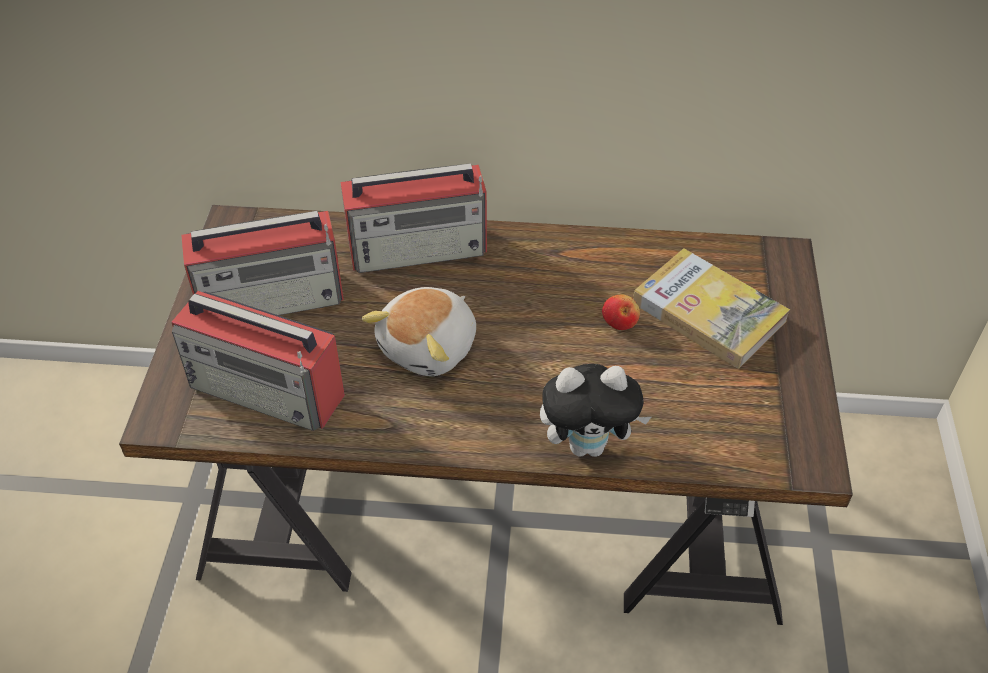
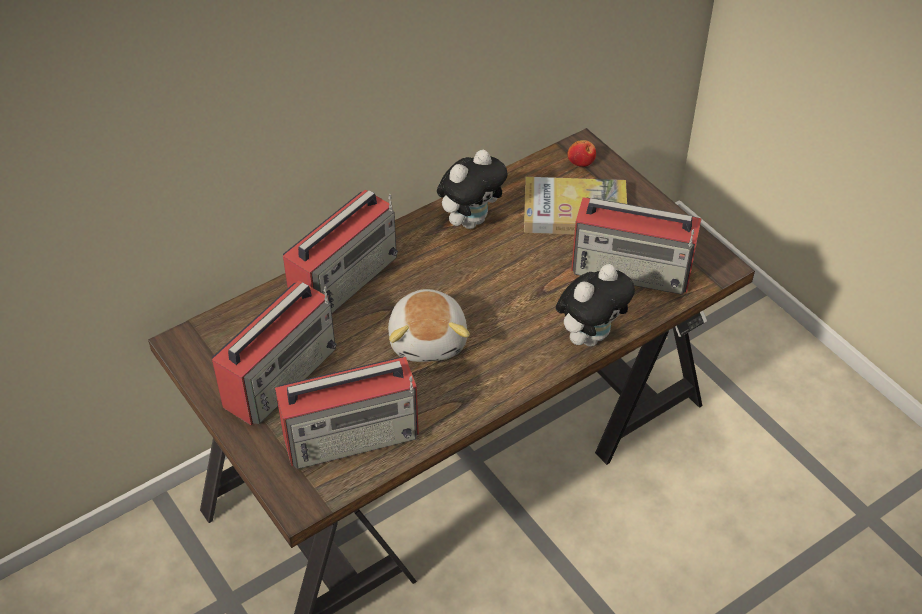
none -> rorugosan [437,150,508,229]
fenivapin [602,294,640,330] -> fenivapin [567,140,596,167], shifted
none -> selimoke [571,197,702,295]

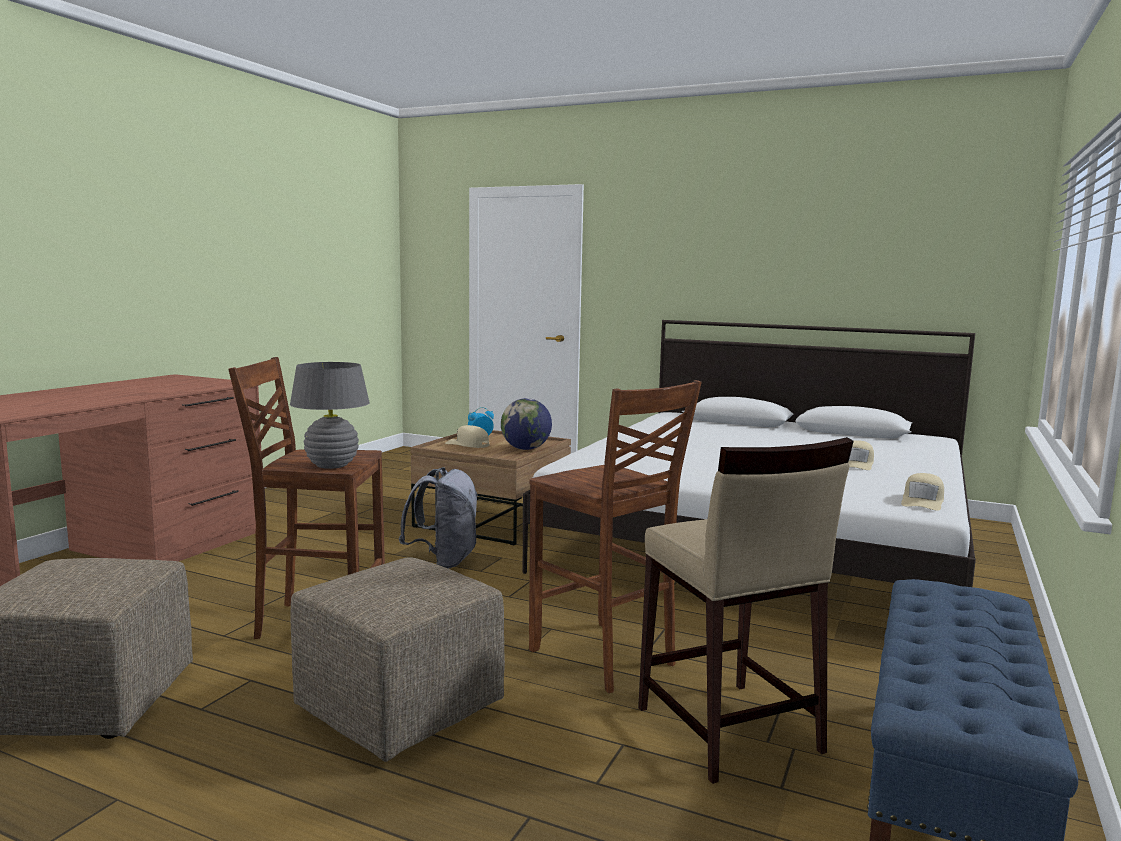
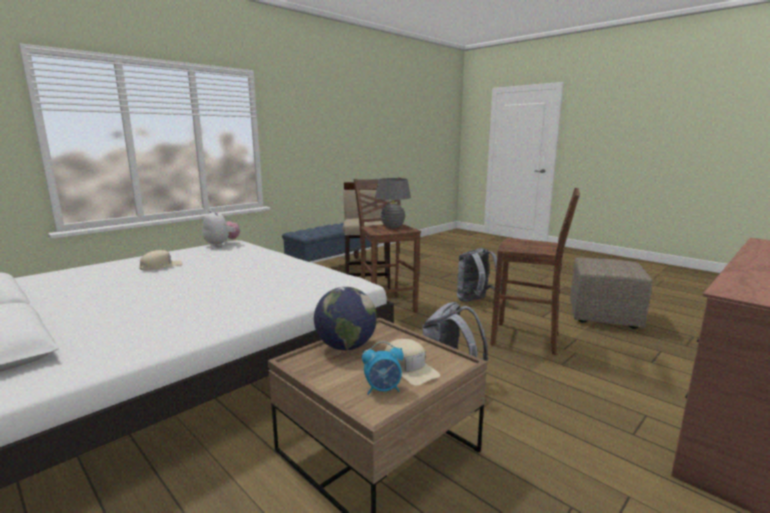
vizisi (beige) [901,473,944,511] -> rorugosan [203,210,240,247]
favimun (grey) [290,362,370,469] -> favimun (grey) [375,178,411,228], shifted
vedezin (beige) [290,557,505,762] -> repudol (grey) [457,248,502,302]

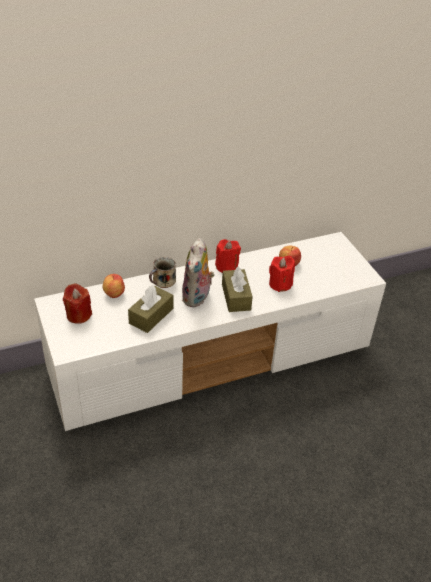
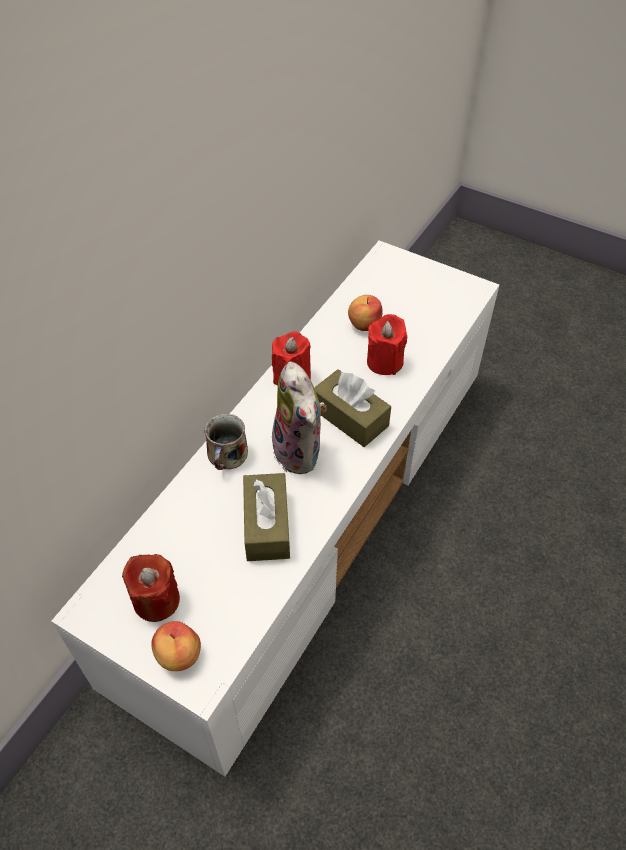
fenivapin [103,274,125,298] -> fenivapin [151,621,201,671], shifted

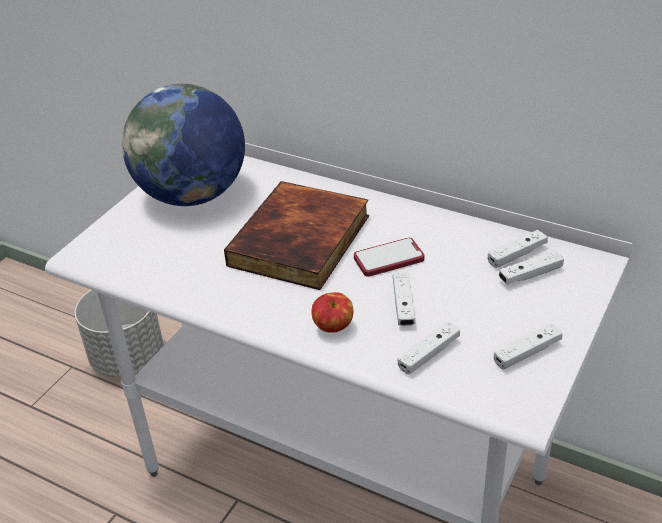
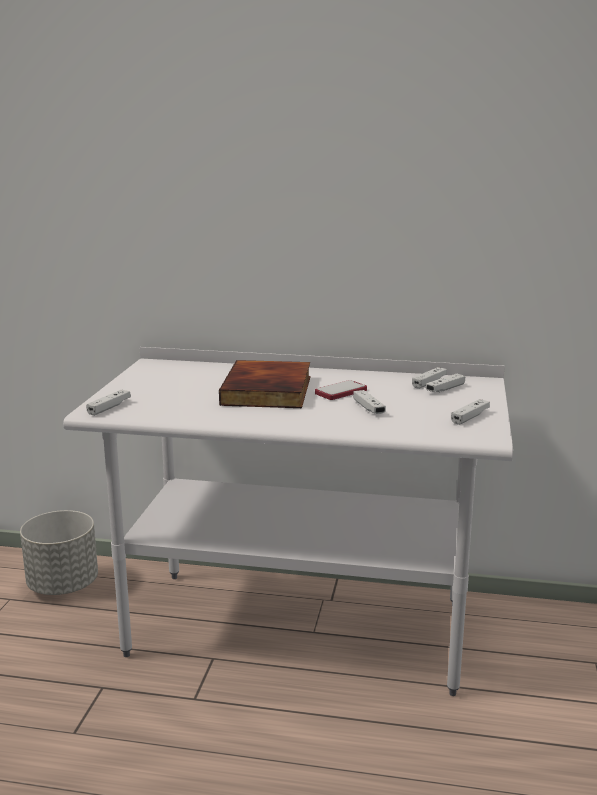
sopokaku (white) [398,322,460,375] -> sopokaku (white) [86,390,131,416], shifted
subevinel [122,84,245,206] -> none
fenivapin [311,292,354,333] -> none

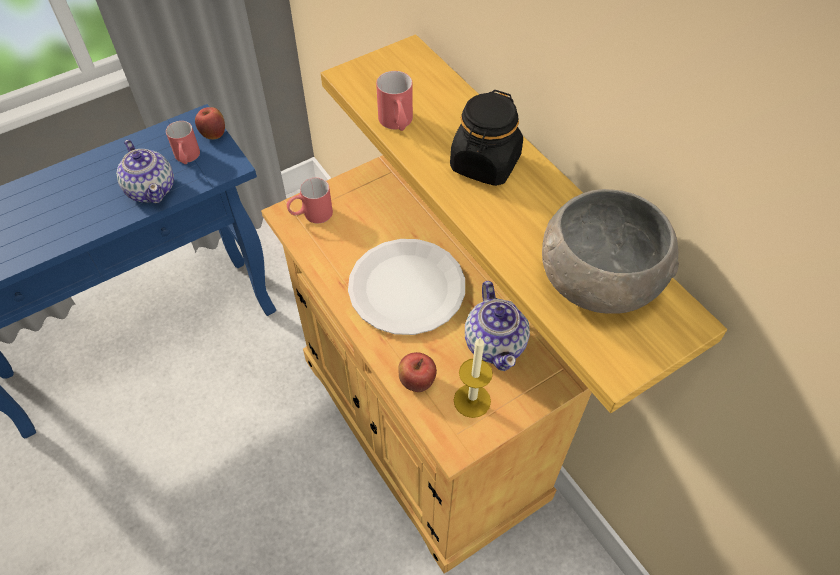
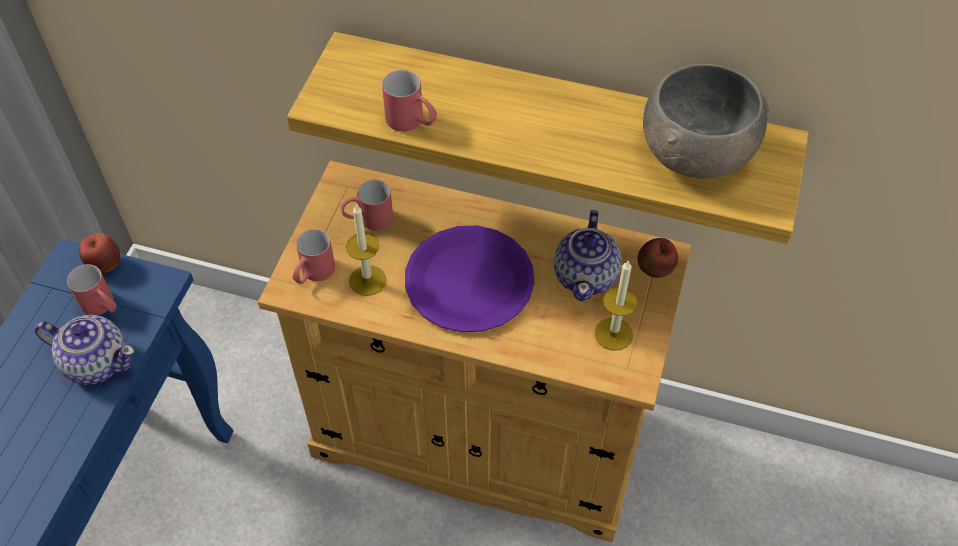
none -> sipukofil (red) [341,179,393,231]
none -> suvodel [346,204,386,296]
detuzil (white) [348,239,465,335] -> detuzil (purple) [405,226,534,332]
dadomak [465,281,530,371] -> dadomak [554,210,622,301], 60 degrees clockwise
fenivapin [398,352,437,392] -> fenivapin [638,238,678,278], shifted
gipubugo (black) [450,90,523,186] -> none

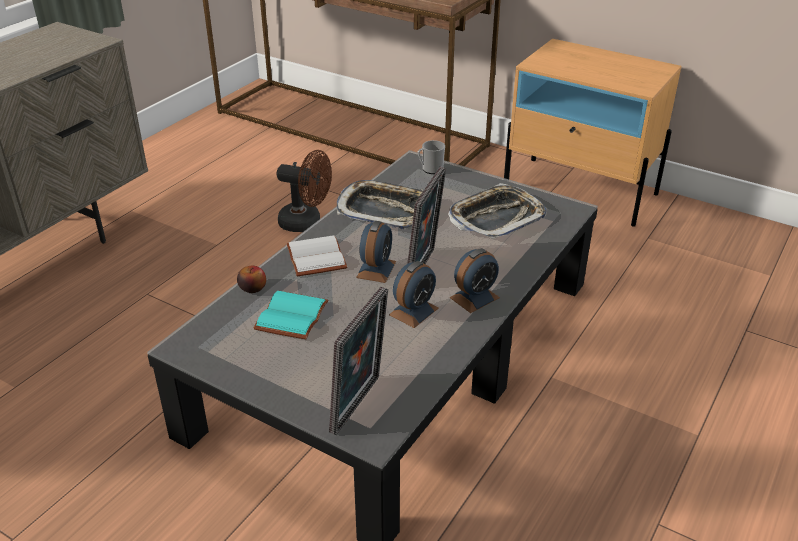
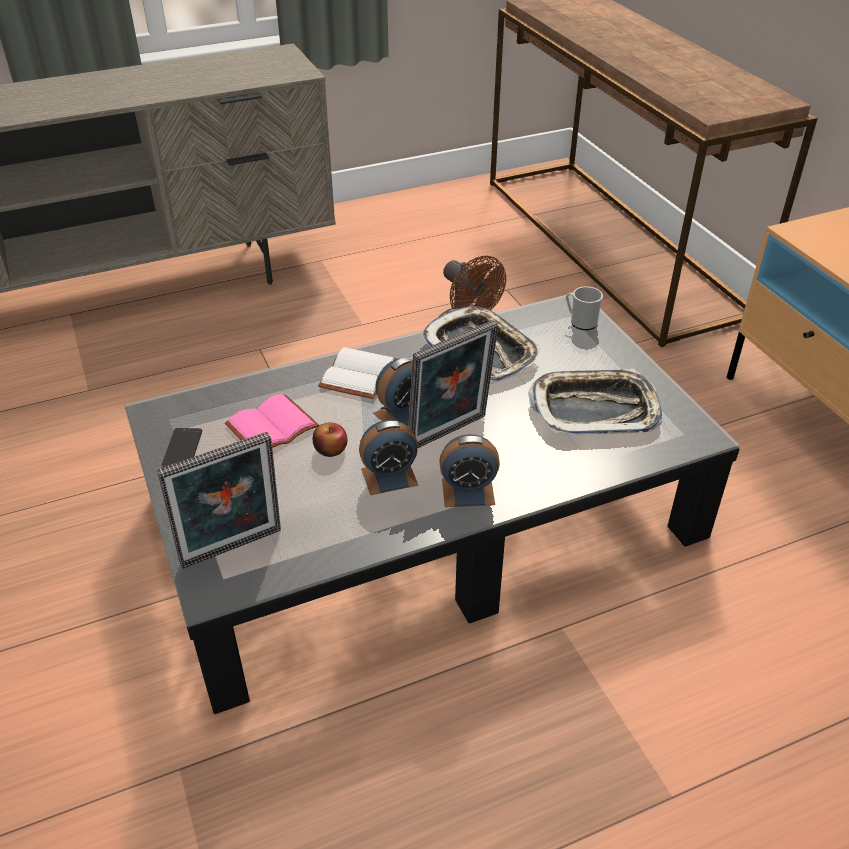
none -> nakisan [161,428,202,468]
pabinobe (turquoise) [253,291,329,339] -> pabinobe (pink) [225,394,319,448]
fenivapin [237,266,266,293] -> fenivapin [313,423,347,457], shifted

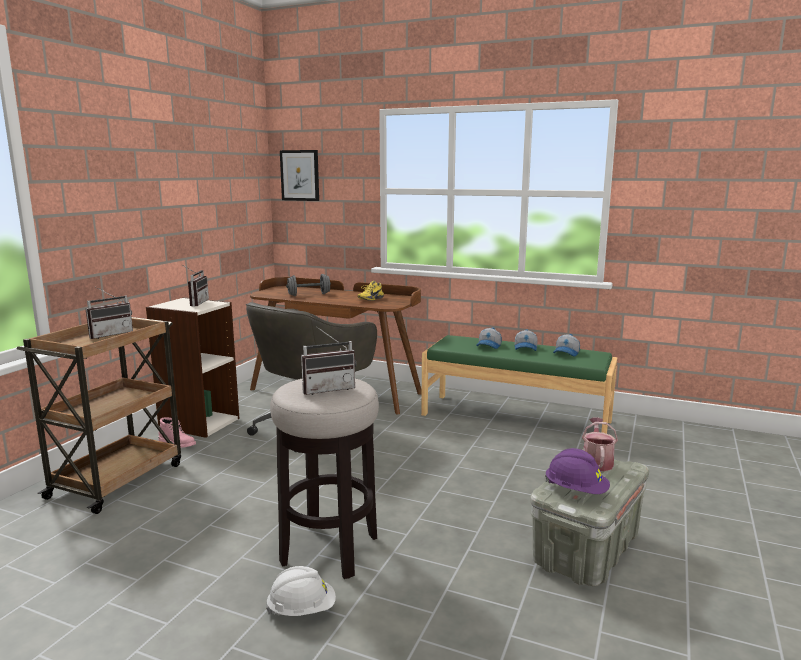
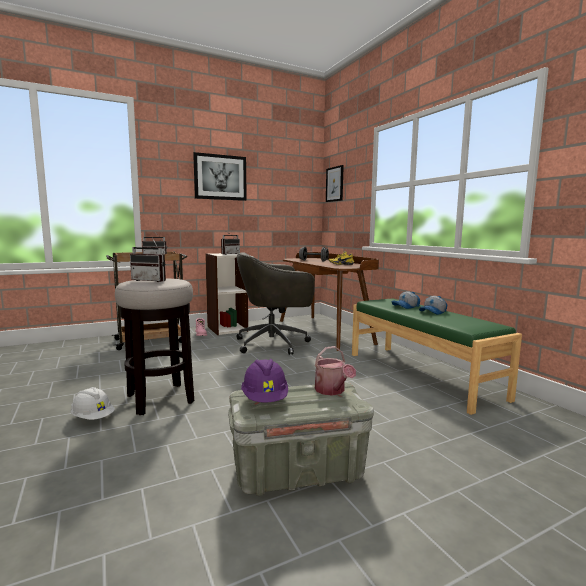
none -> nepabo [193,152,247,201]
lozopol [582,417,618,471] -> lozopol [315,346,356,396], 105 degrees clockwise
vizisi [553,334,580,357] -> none

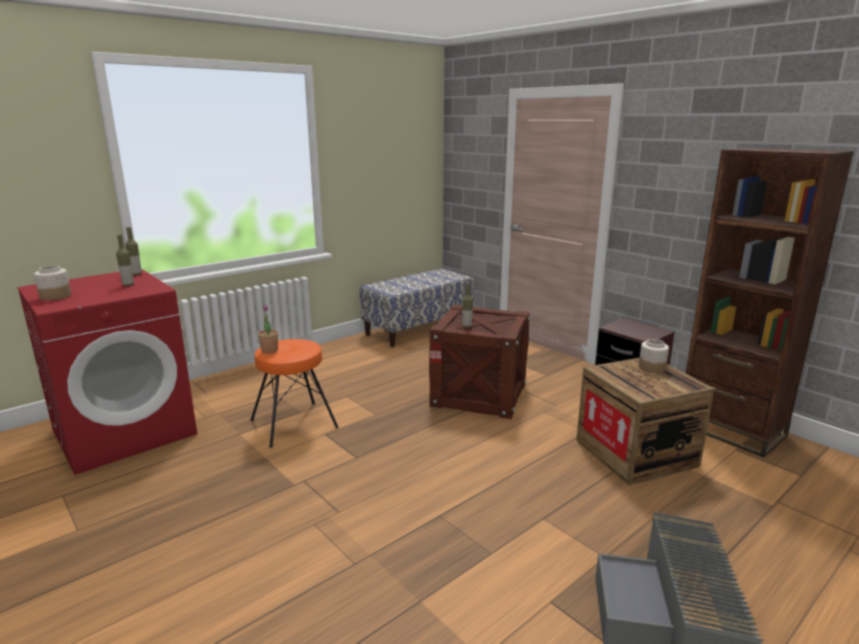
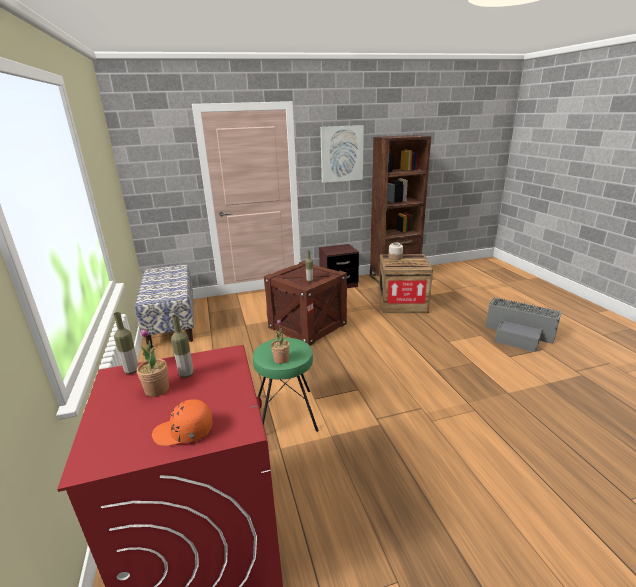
none -> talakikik [137,328,169,397]
gipubugo [34,266,71,301] -> vizisi (orange) [152,399,213,446]
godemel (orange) [250,339,339,448] -> godemel (green) [253,338,319,432]
none -> nepabo [320,125,364,183]

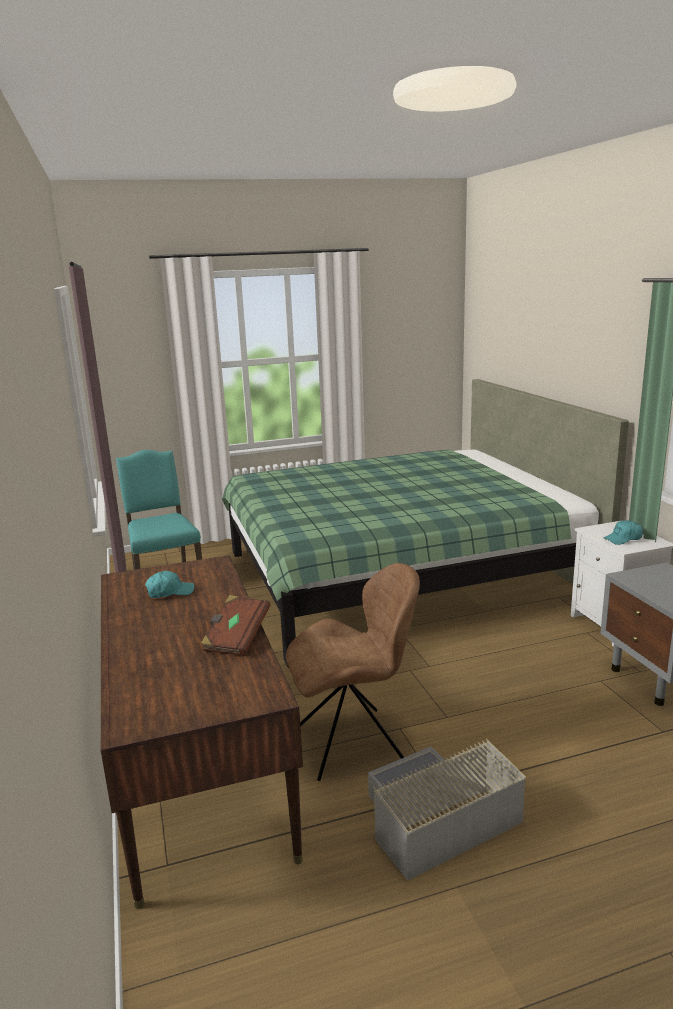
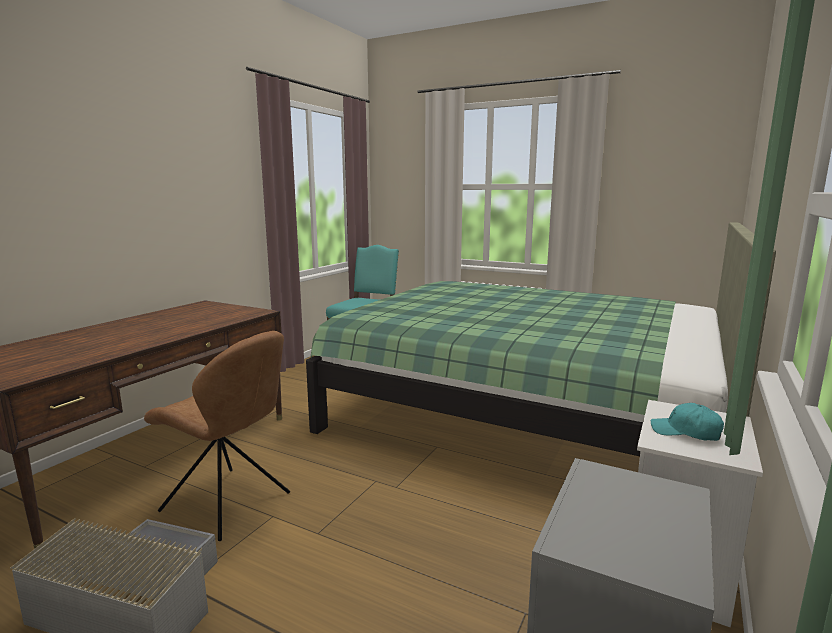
vizisi (turquoise) [145,571,194,598] -> none
pabinobe (brown) [201,595,270,656] -> none

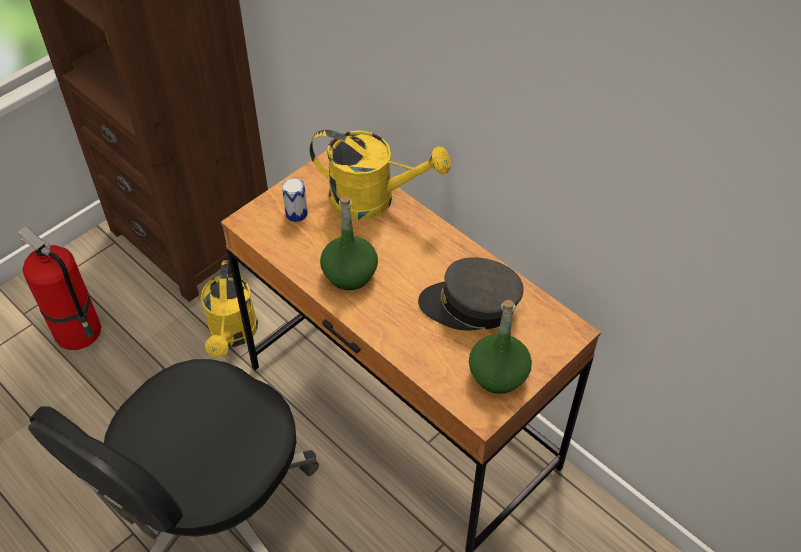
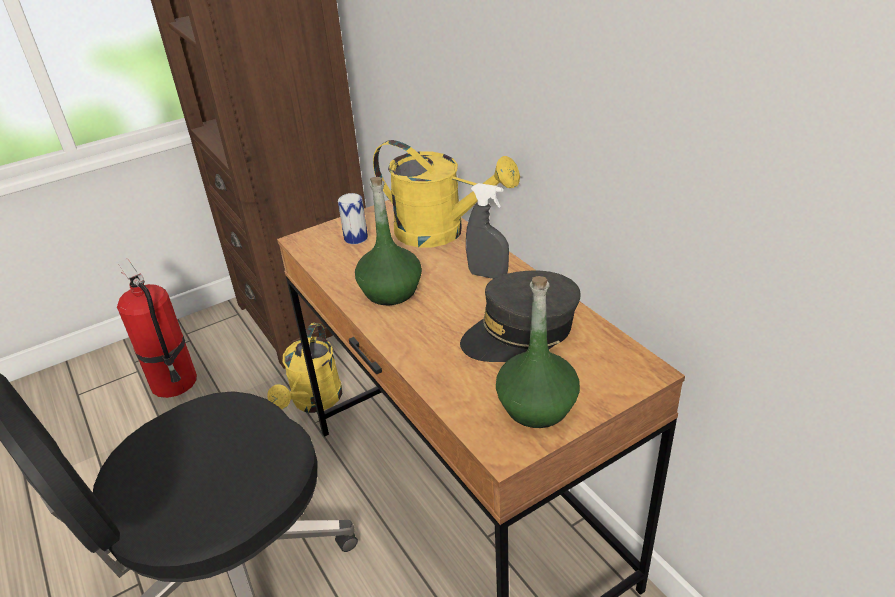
vizisi (grey) [418,257,524,330] -> vizisi (grey) [460,271,581,362], 45 degrees counterclockwise
none -> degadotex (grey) [466,183,509,279]

